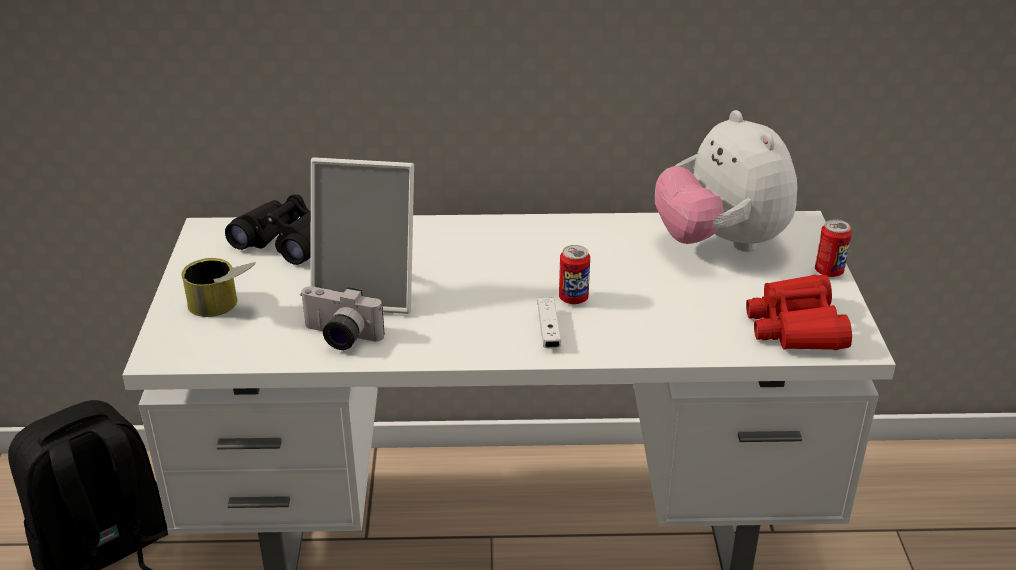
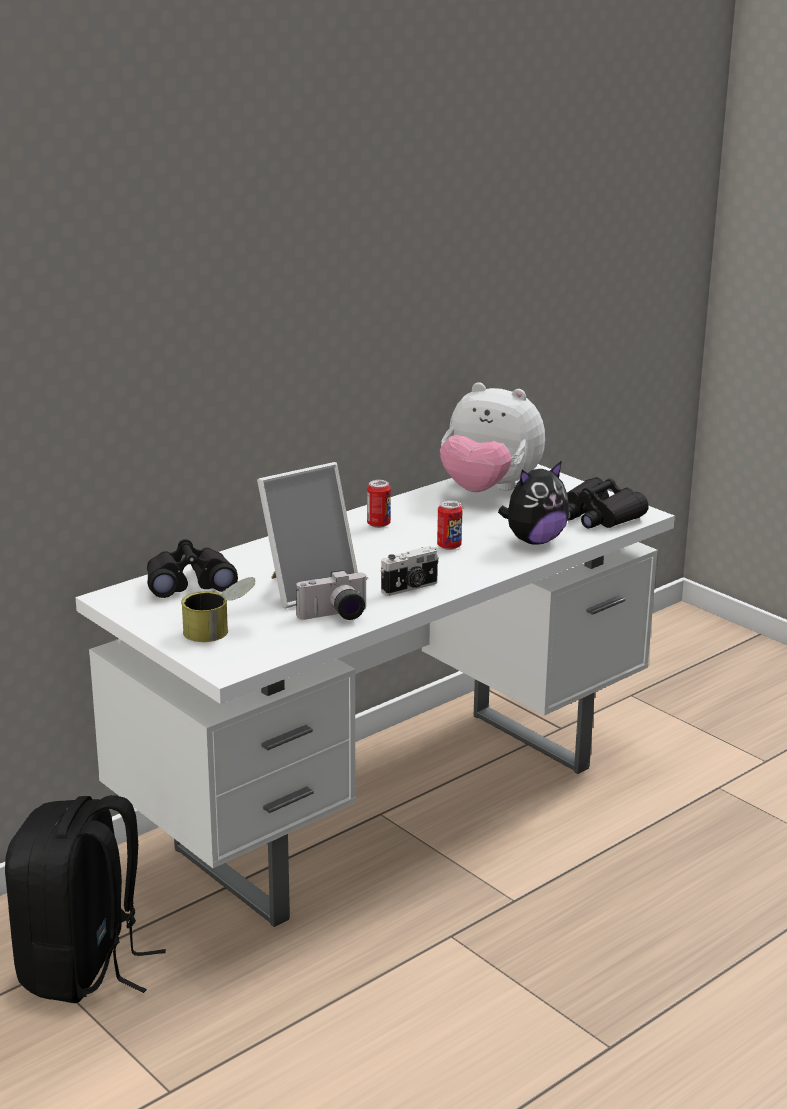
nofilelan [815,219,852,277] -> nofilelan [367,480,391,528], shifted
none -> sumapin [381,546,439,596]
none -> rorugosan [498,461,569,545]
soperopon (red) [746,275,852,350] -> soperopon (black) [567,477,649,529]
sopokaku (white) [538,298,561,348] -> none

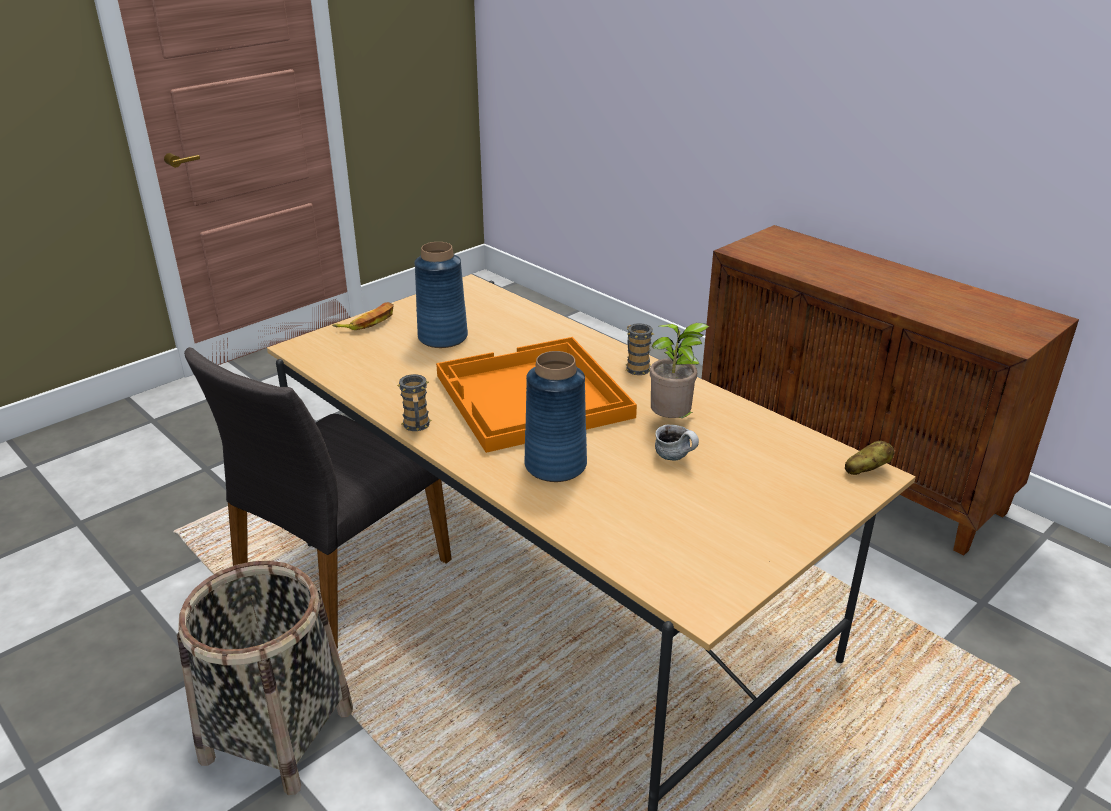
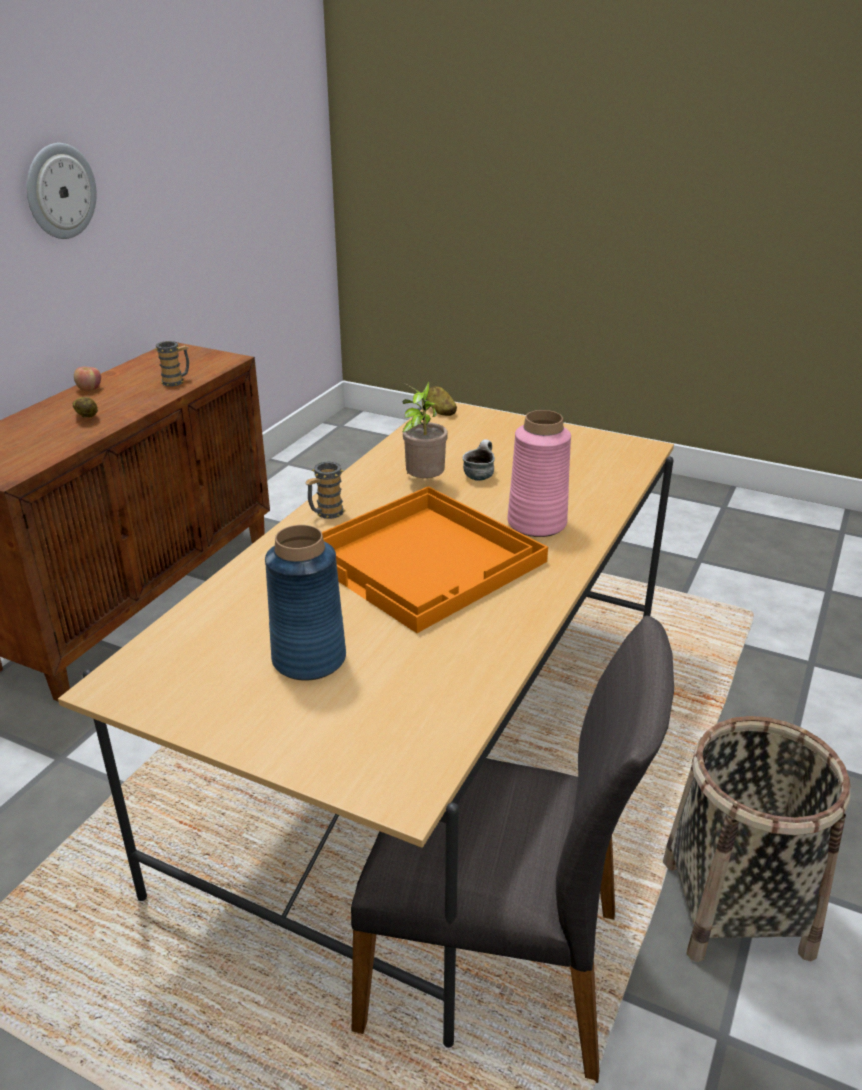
none -> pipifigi [27,143,97,239]
none -> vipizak [72,397,98,418]
none -> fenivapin [74,366,101,391]
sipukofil [397,374,432,431] -> sipukofil [155,341,189,387], shifted
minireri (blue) [524,351,587,482] -> minireri (pink) [507,410,571,537]
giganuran [332,302,394,330] -> none

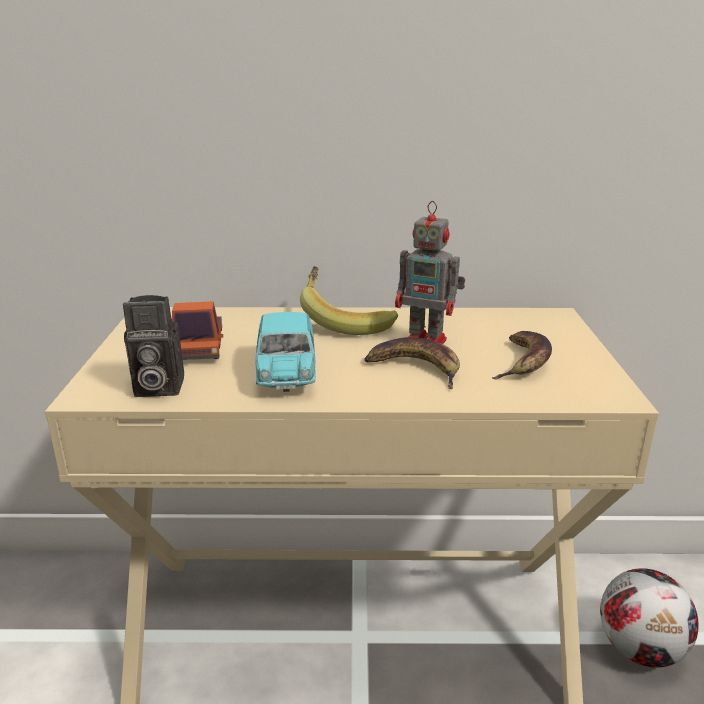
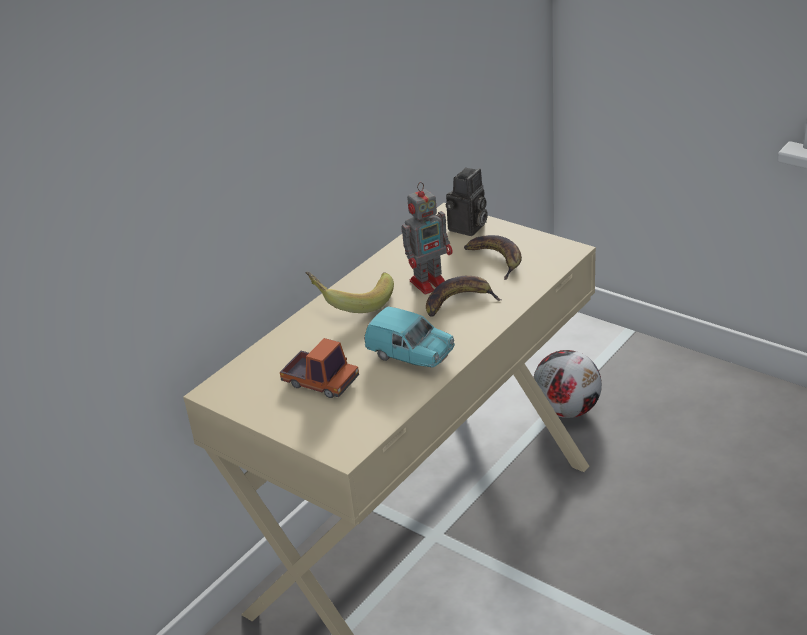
sumapin [123,295,184,397] -> sumapin [446,168,488,236], shifted

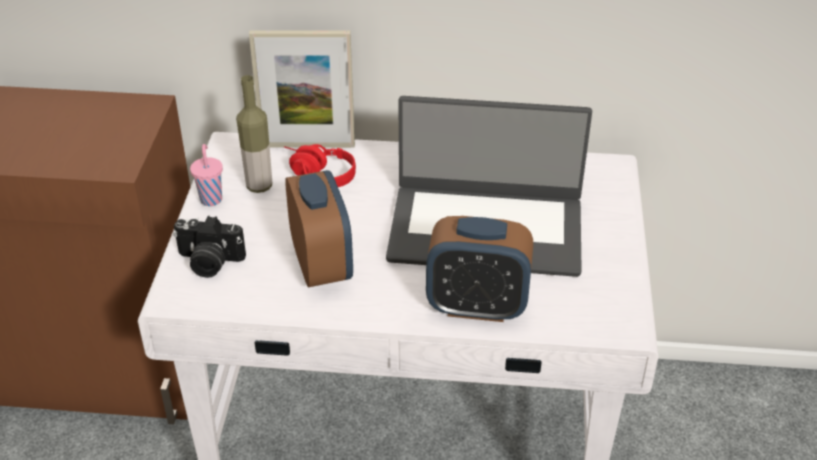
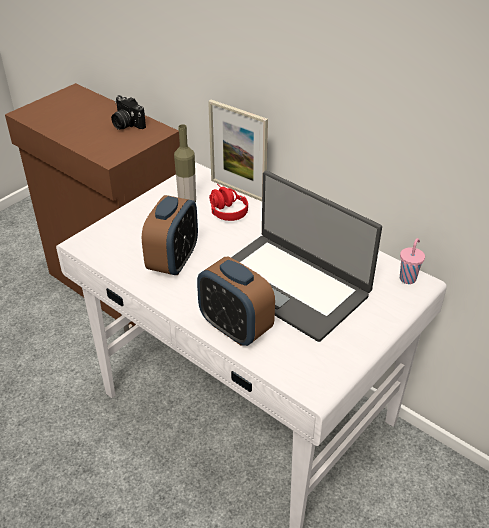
sumapin [173,216,246,278] -> sumapin [111,95,146,130], shifted
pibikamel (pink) [190,144,223,206] -> pibikamel (pink) [400,238,425,284], shifted

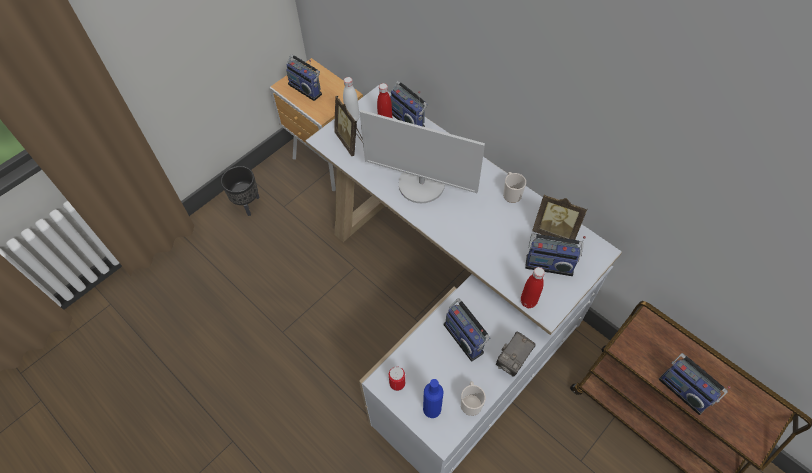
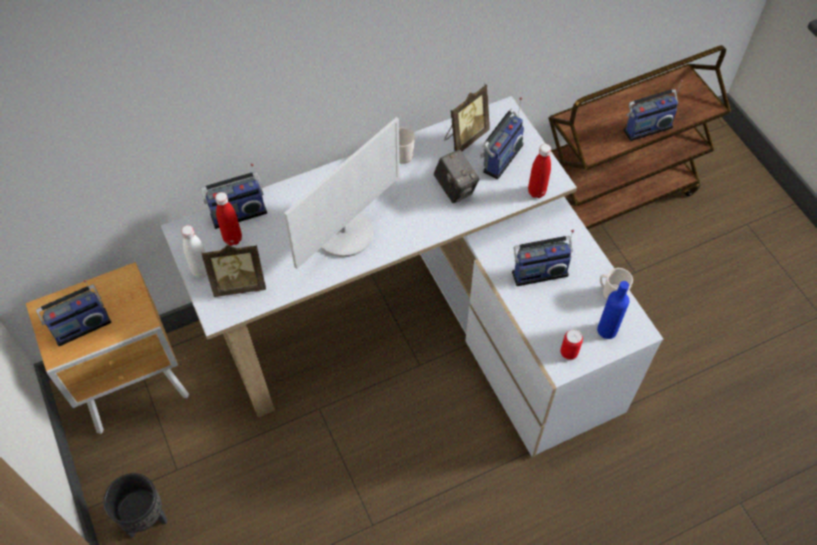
sumapin [496,332,536,377] -> sumapin [434,149,480,203], shifted

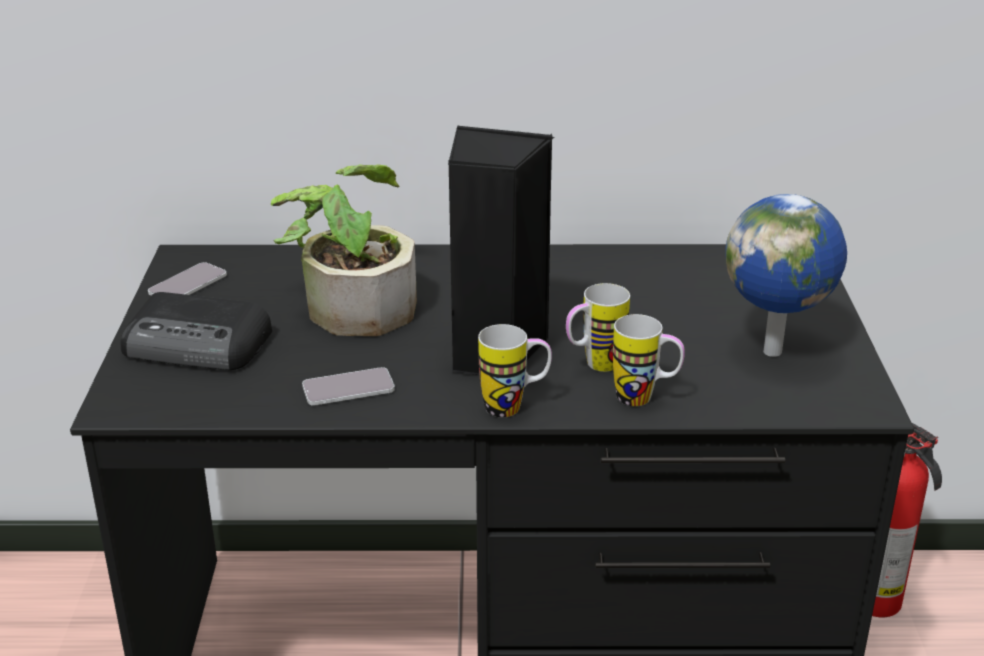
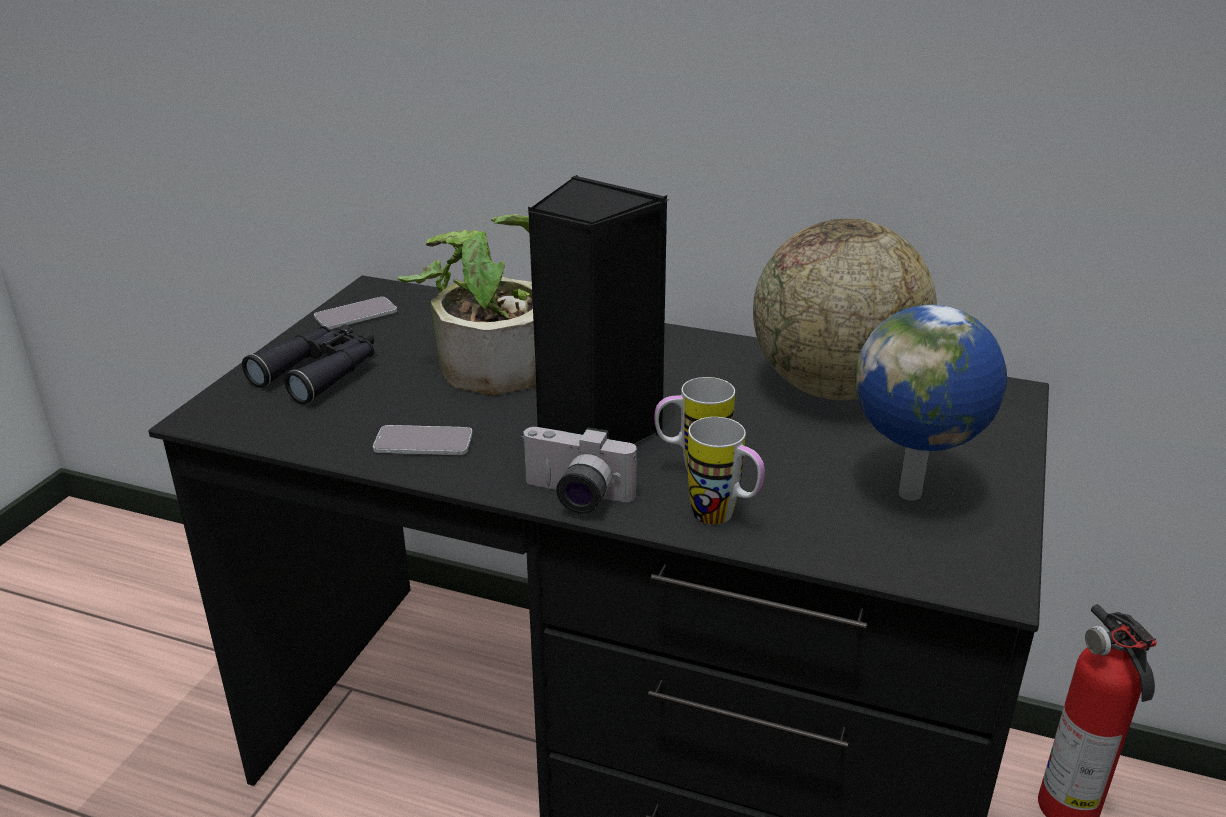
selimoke [121,292,272,370] -> soperopon (black) [242,324,374,405]
sipukofil [478,324,552,417] -> sumapin [521,427,637,514]
none -> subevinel [753,218,937,400]

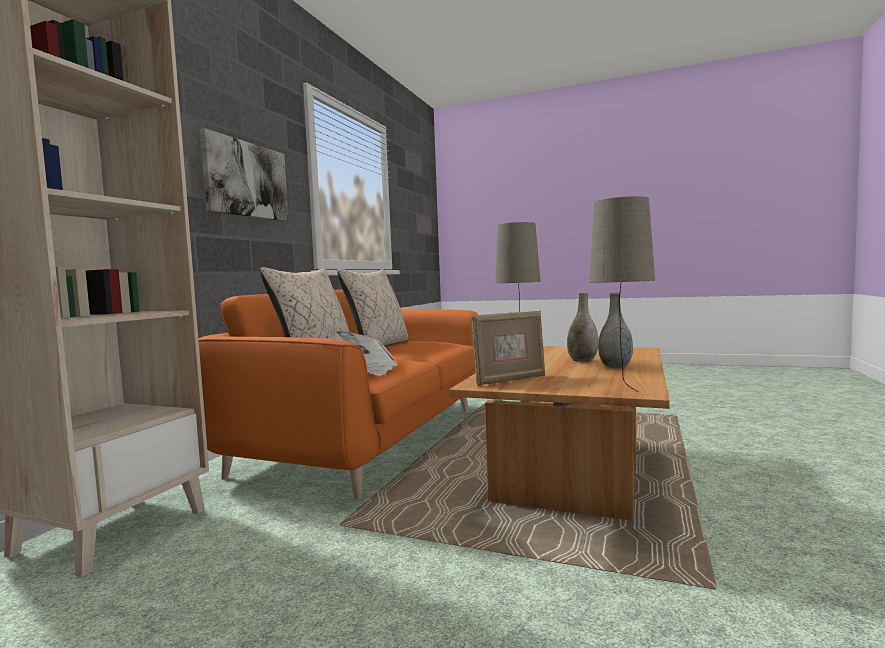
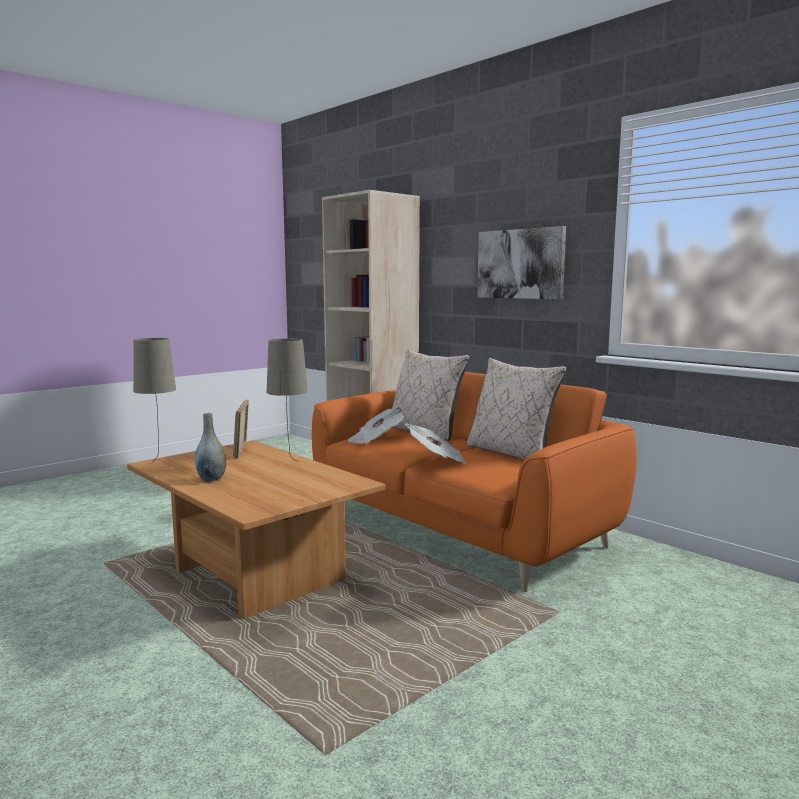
none -> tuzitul [405,424,467,464]
minireri (grey) [567,292,598,362] -> none

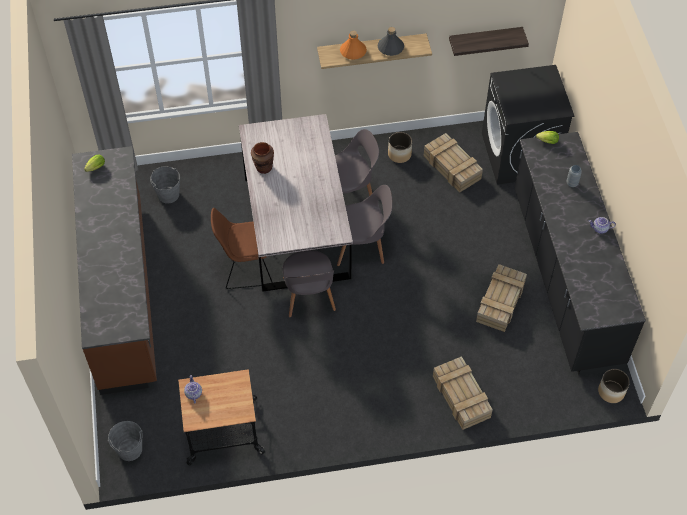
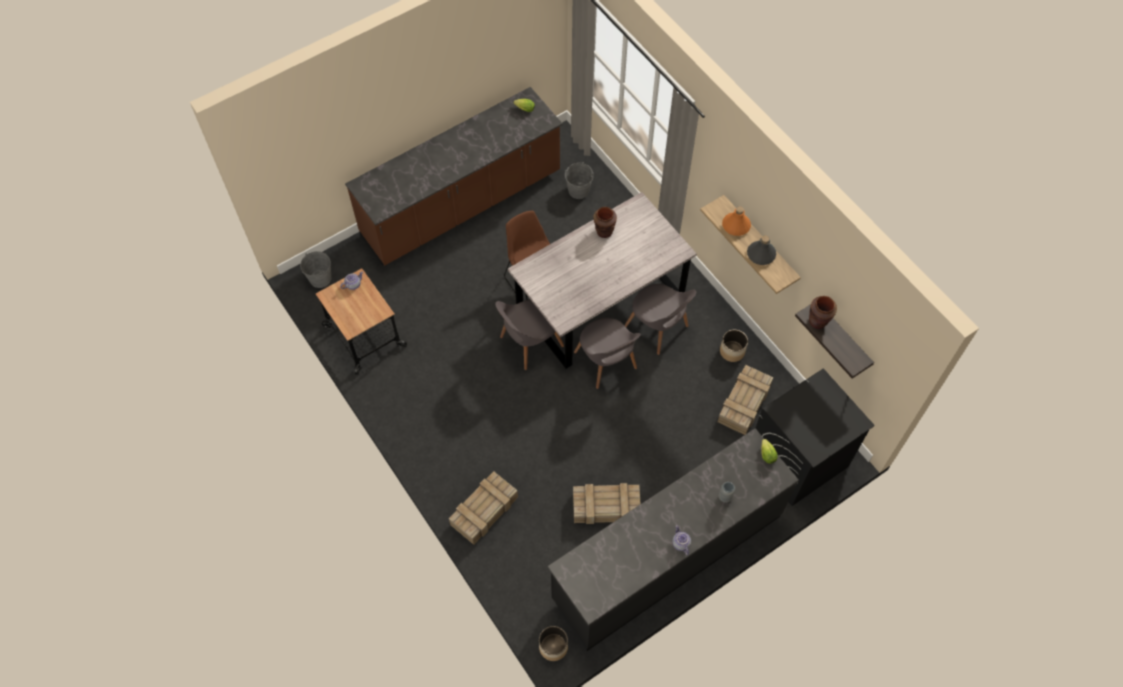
none -> minireri (brown) [809,296,837,329]

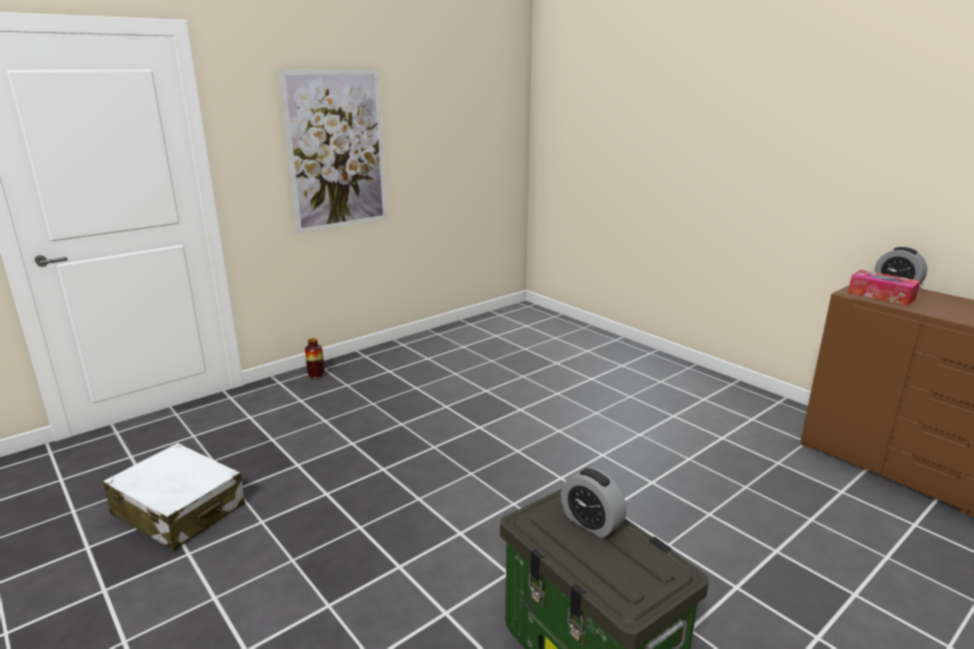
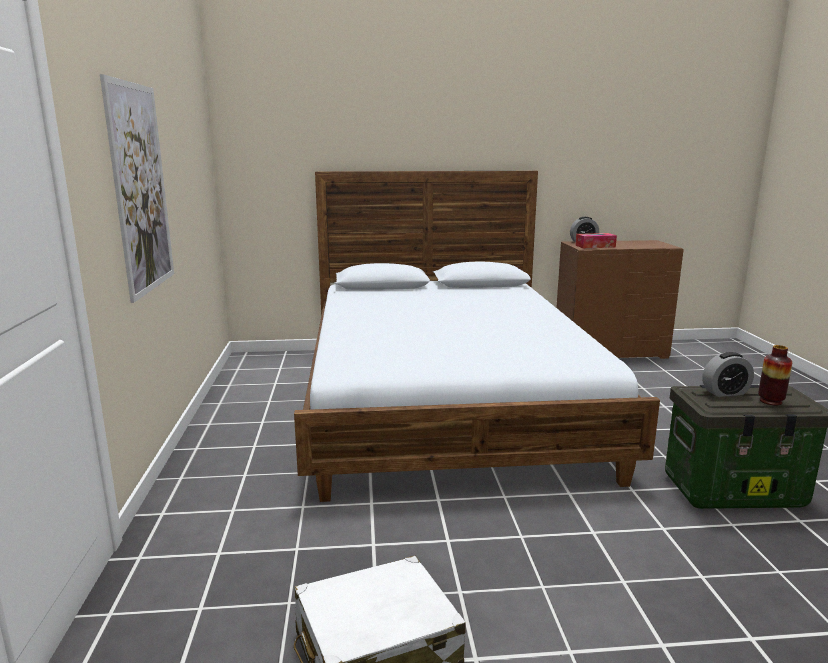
none -> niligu [294,171,660,502]
minireri [305,338,325,379] -> minireri [758,345,792,406], shifted

